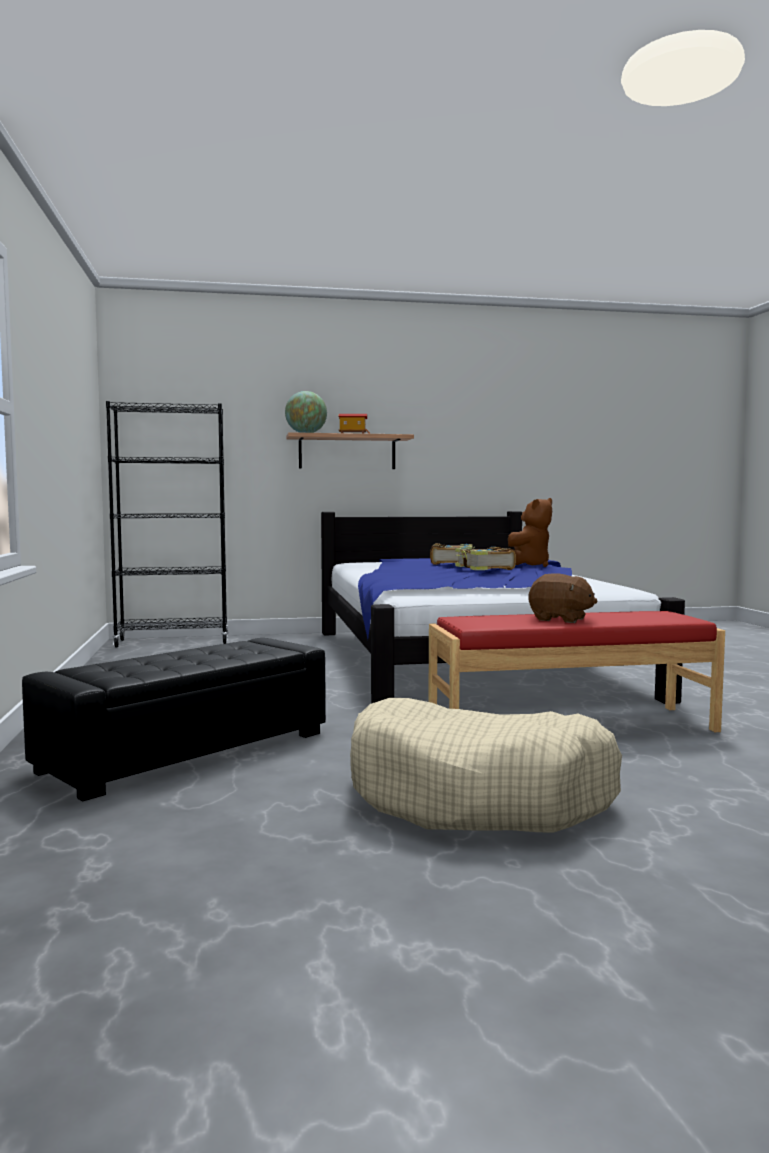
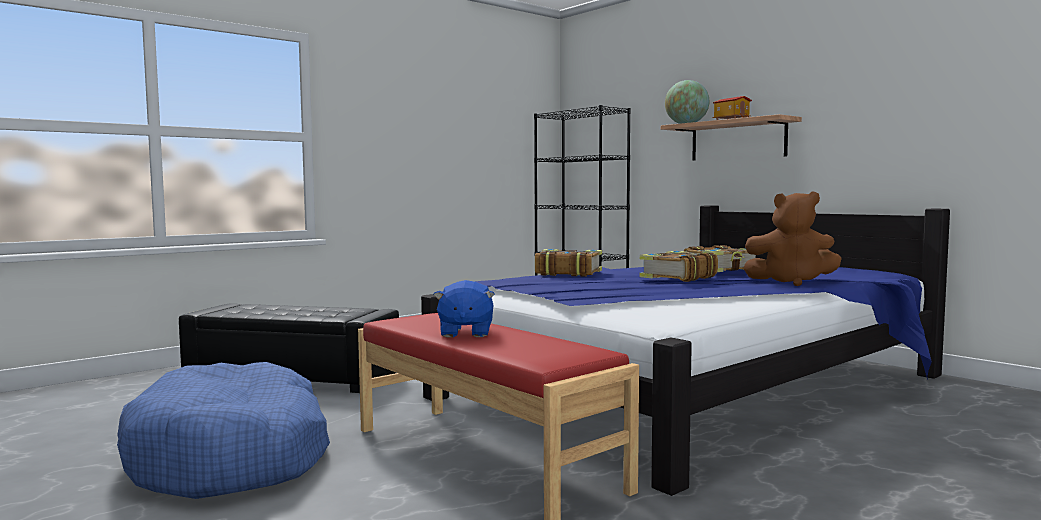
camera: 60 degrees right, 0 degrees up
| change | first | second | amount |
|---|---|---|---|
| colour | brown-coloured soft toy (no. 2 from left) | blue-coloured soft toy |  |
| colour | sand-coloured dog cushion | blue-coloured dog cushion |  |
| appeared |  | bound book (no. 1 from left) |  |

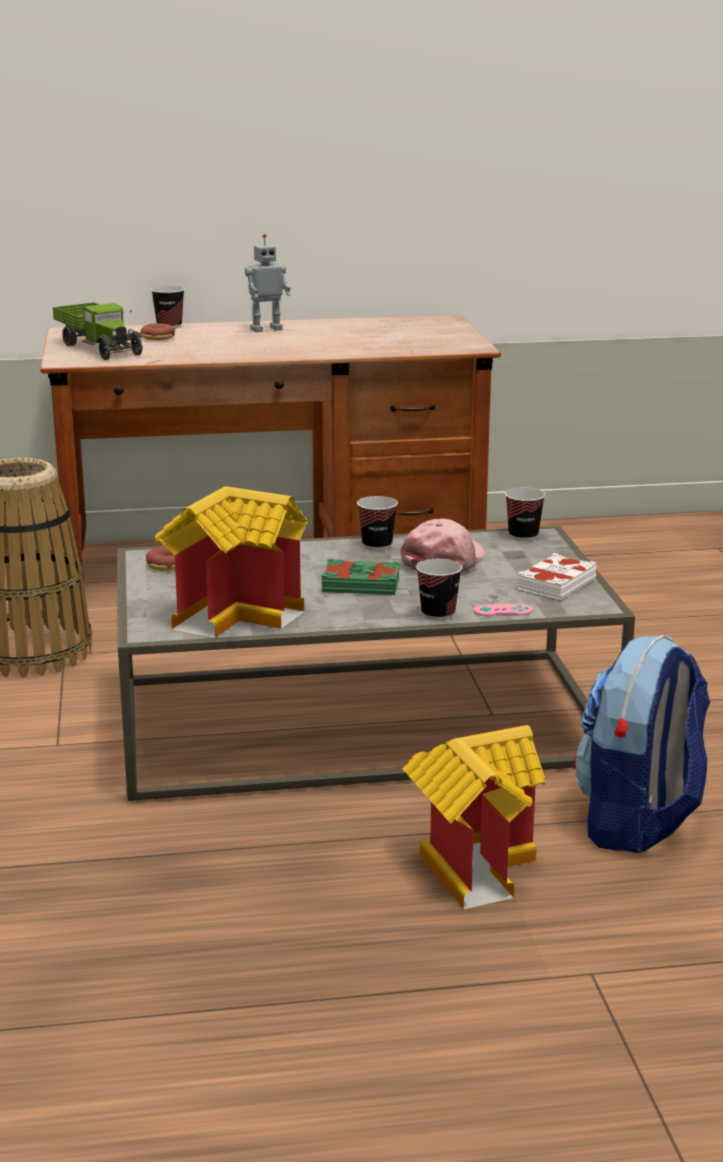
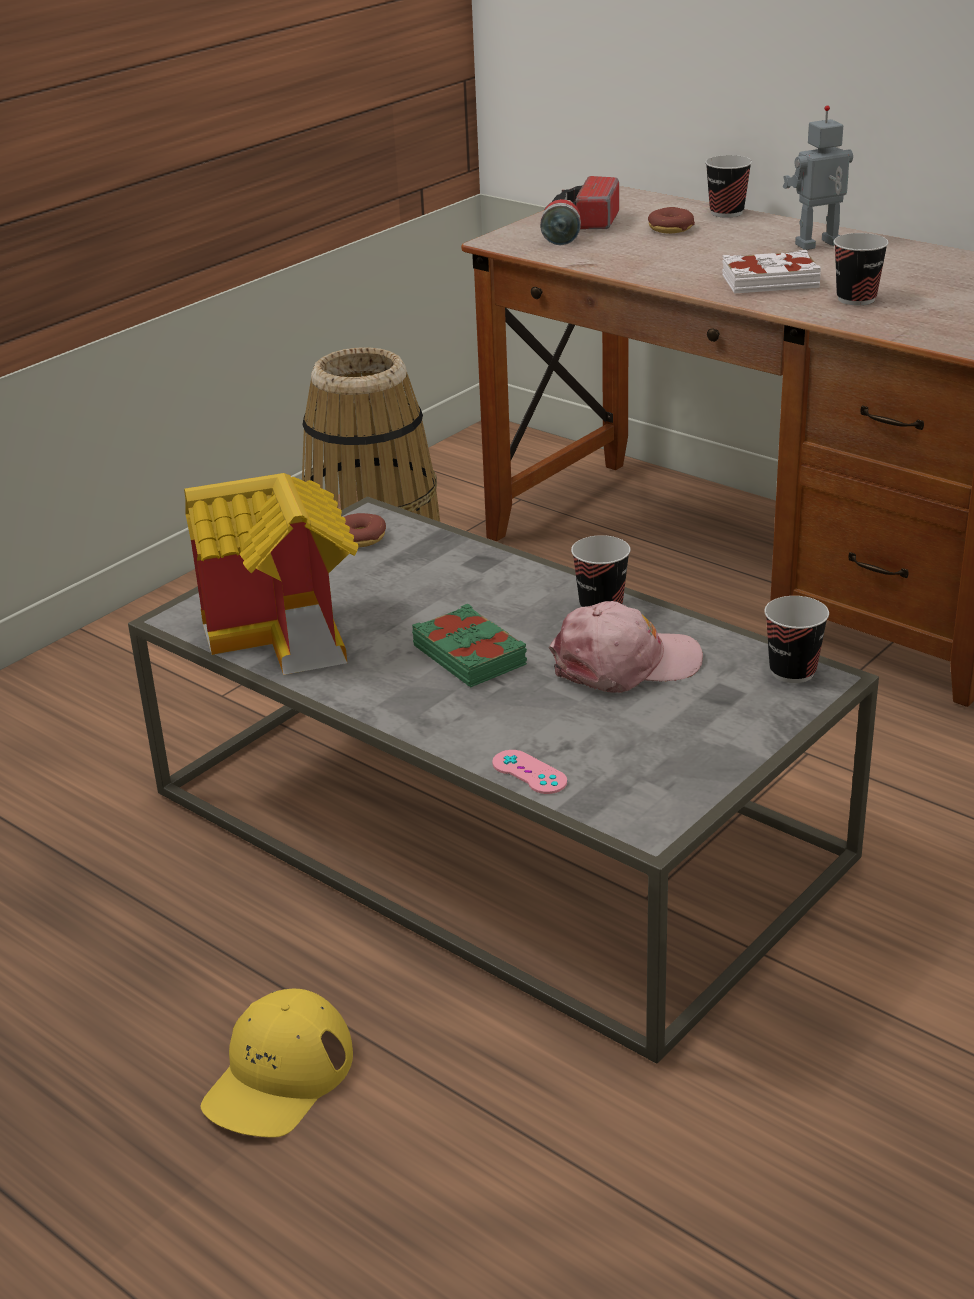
camera: 50 degrees right, 10 degrees up
| change | first | second | amount |
|---|---|---|---|
| spun | model robot |  | 135 degrees clockwise |
| exchanged | toy lorry | torch |  |
| relocated | white-coloured bound book |  |  |
| relocated | drinking cup (no. 3 from left in the first image) | drinking cup (no. 4 from left) |  |
| missing | knapsack |  |  |
| exchanged | toy house (no. 2 from left) | yellow-coloured peaked cap |  |

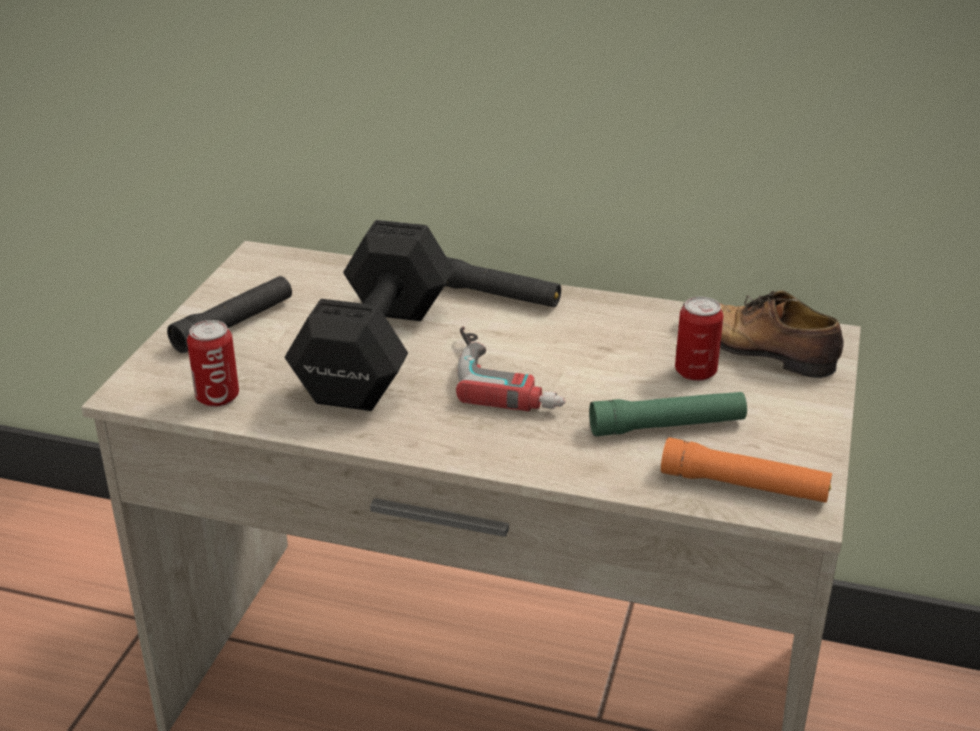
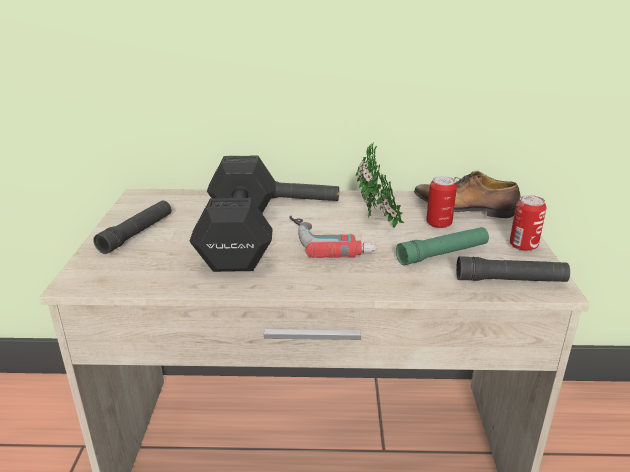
camera: 15 degrees left, 5 degrees down
| change | first | second | amount |
|---|---|---|---|
| relocated | metal can (no. 1 from left in the first image) | metal can (no. 2 from left) |  |
| colour | orange torch | black-coloured torch (no. 3 from left) |  |
| appeared |  | plant in a pot |  |

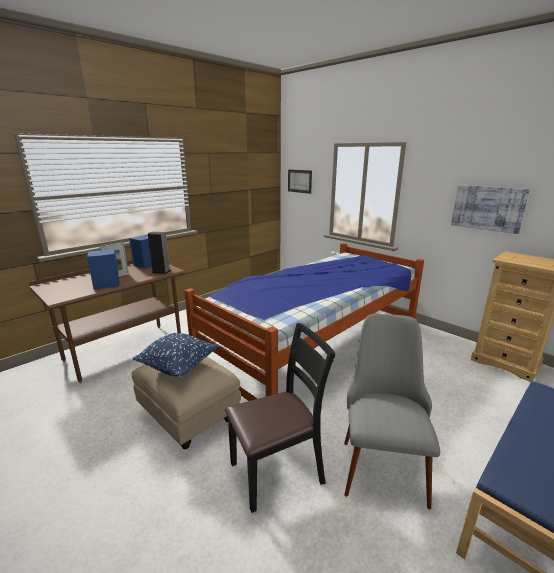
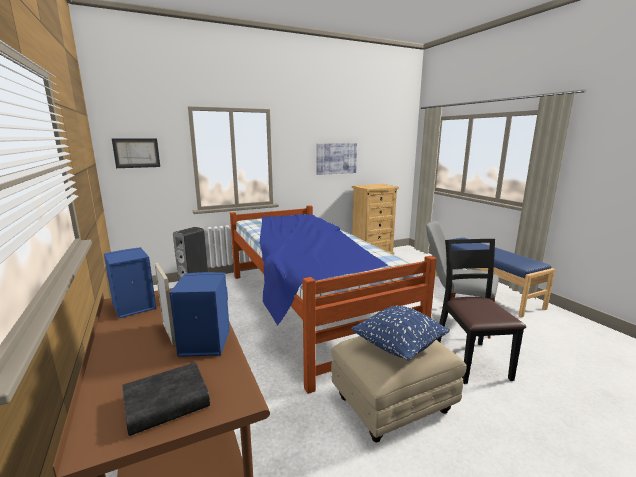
camera: 70 degrees left, 5 degrees down
| change | first | second | amount |
|---|---|---|---|
| appeared |  | black-coloured bound book |  |

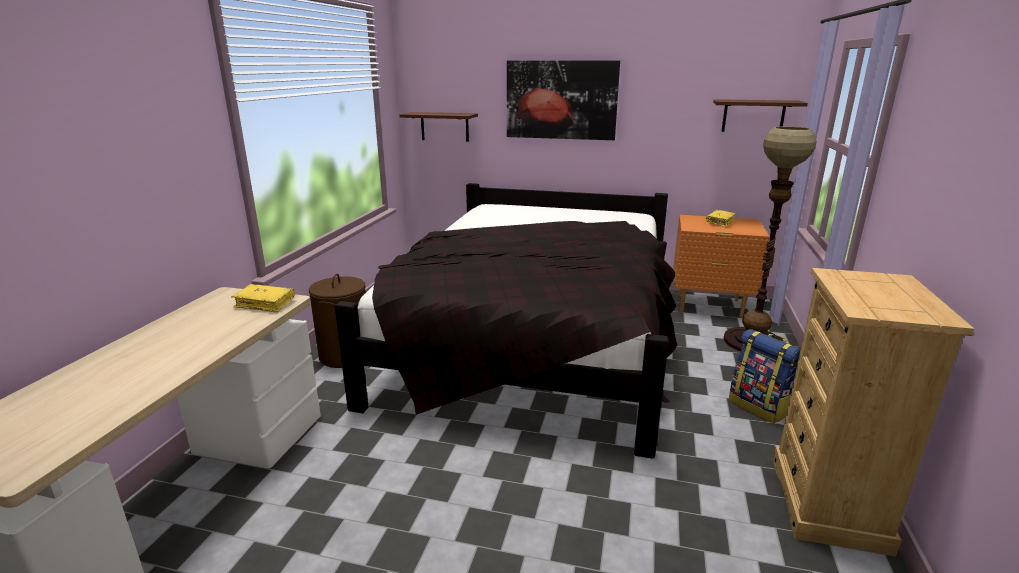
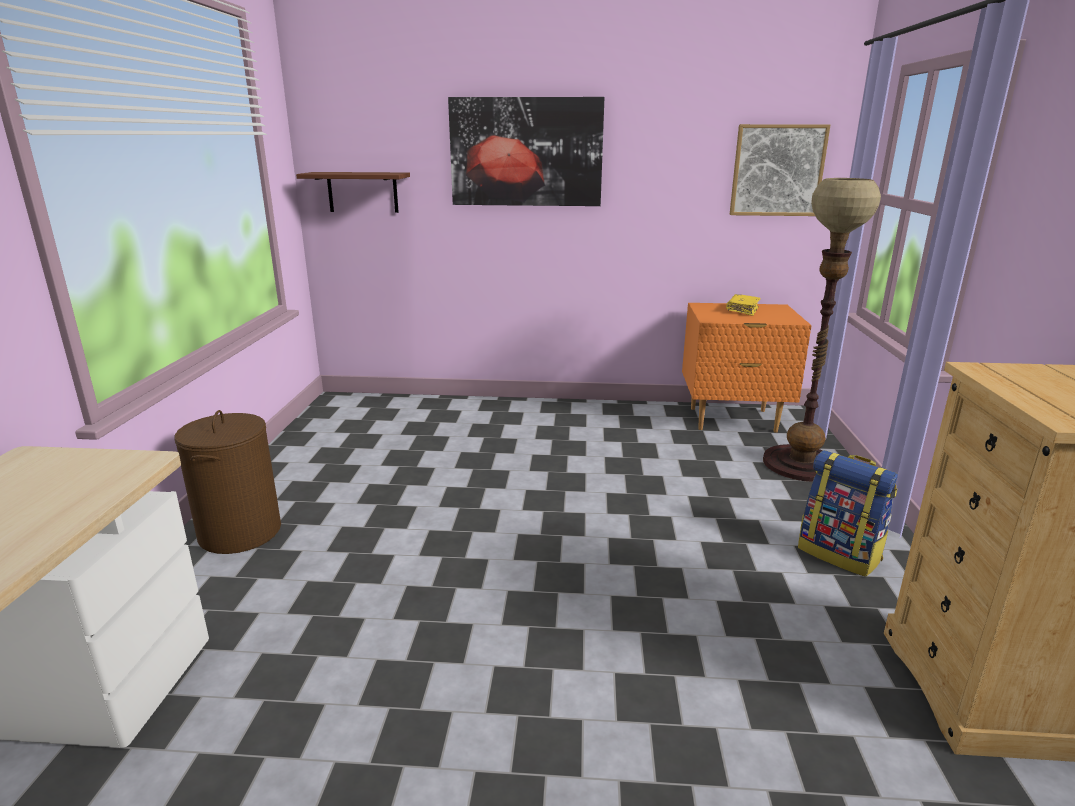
camera: 10 degrees left, 0 degrees up
| change | first | second | amount |
|---|---|---|---|
| exchanged | wall shelf (no. 2 from left) | picture (no. 2 from left) |  |
| missing | black-coloured bedroom bed |  |  |
| missing | yellow-coloured bound book (no. 1 from left) |  |  |

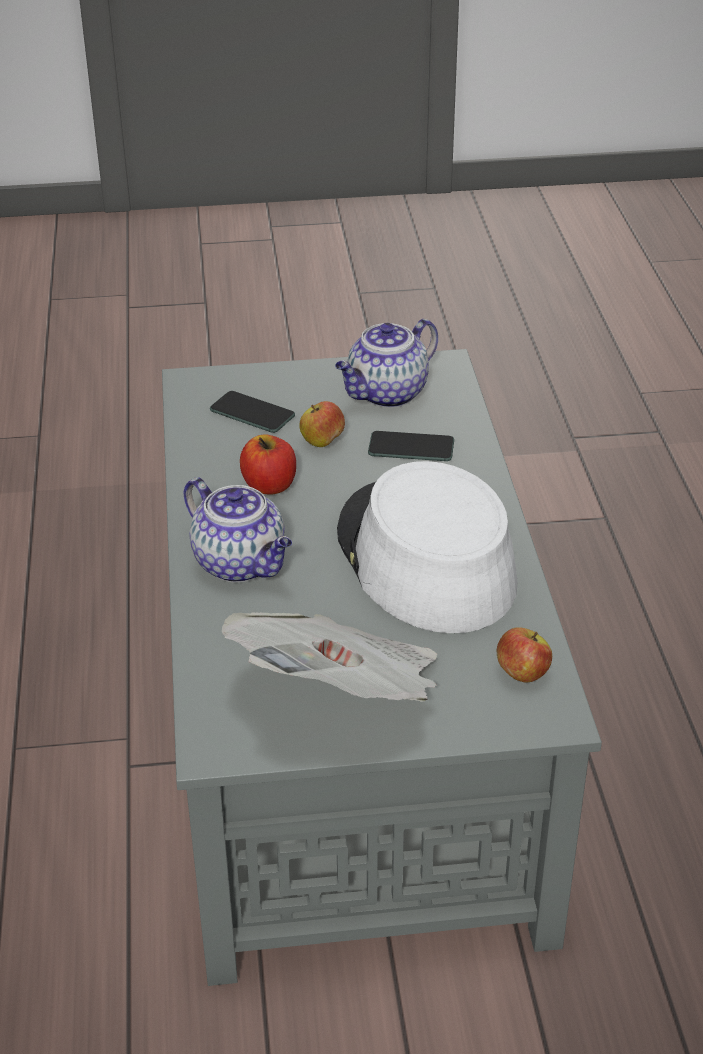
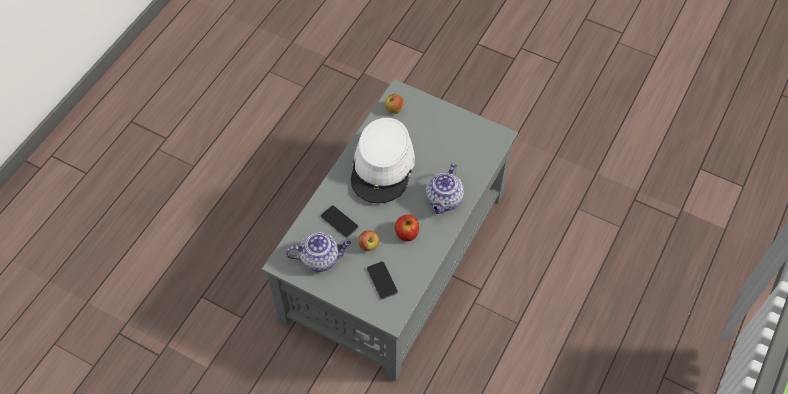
camera: 145 degrees left, 20 degrees up
| change | first | second | amount |
|---|---|---|---|
| spun | pot for tea (no. 1 from left in the first image) | pot for tea (no. 2 from left) | 150 degrees counterclockwise |
| missing | daily paper |  |  |

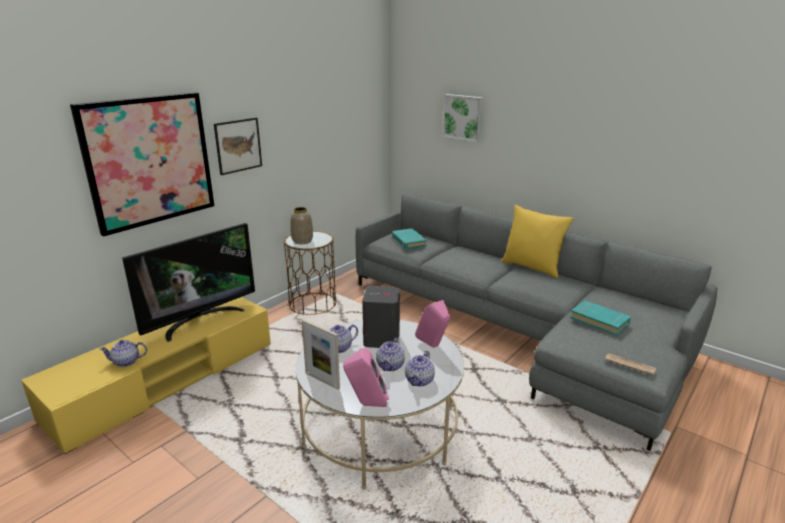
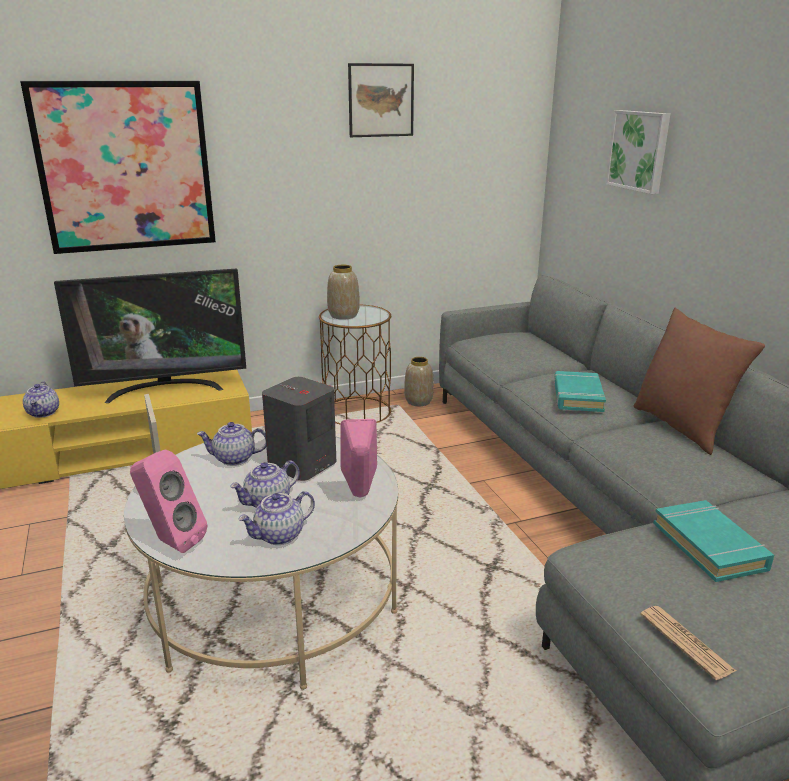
camera: 30 degrees right, 0 degrees up
| change | first | second | amount |
|---|---|---|---|
| relocated | picture (no. 2 from left) |  |  |
| colour | yellow-coloured cushion | brown-coloured cushion |  |
| relocated | turquoise bound book (no. 1 from left) |  |  |
| spun | pot for tea (no. 1 from left) |  | 120 degrees counterclockwise |
| appeared |  | vase (no. 2 from left) |  |

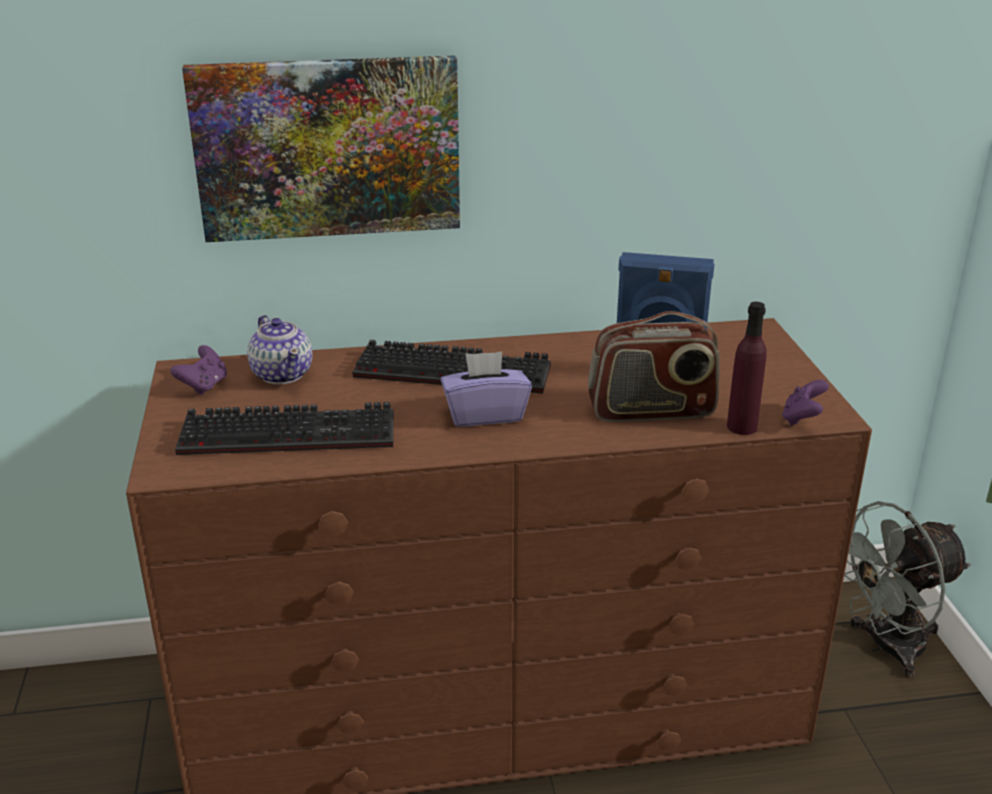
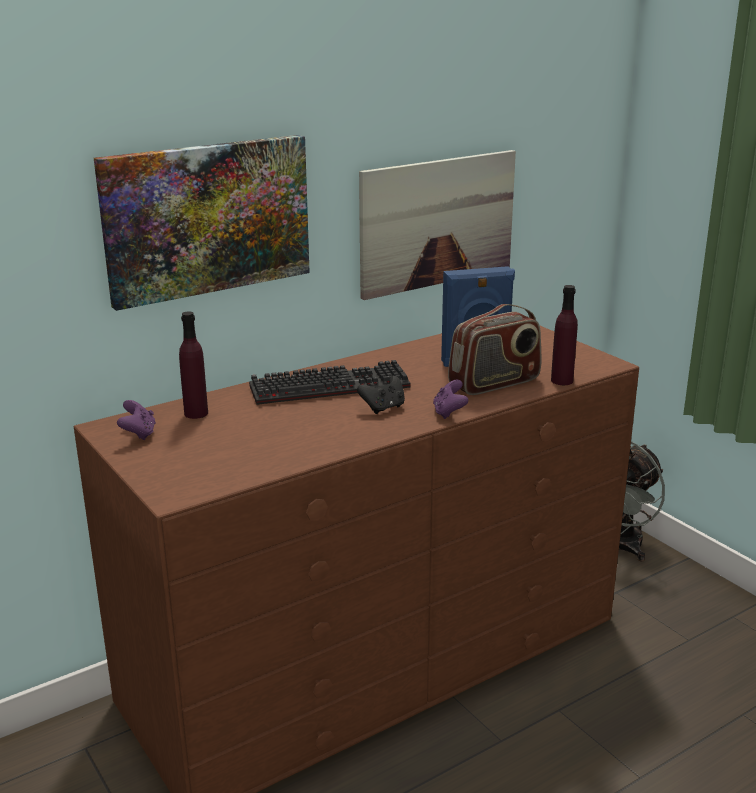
camera: 25 degrees left, 5 degrees down
| change | first | second | amount |
|---|---|---|---|
| exchanged | pot for tea | purple-coloured drink bottle (no. 1 from left) |  |
| exchanged | purple-coloured tissue box | black-coloured gamepad |  |
| relocated | purple-coloured gamepad (no. 2 from left) |  |  |
| missing | PC keyboard (no. 1 from left) |  |  |
| appeared |  | picture (no. 2 from left) |  |

